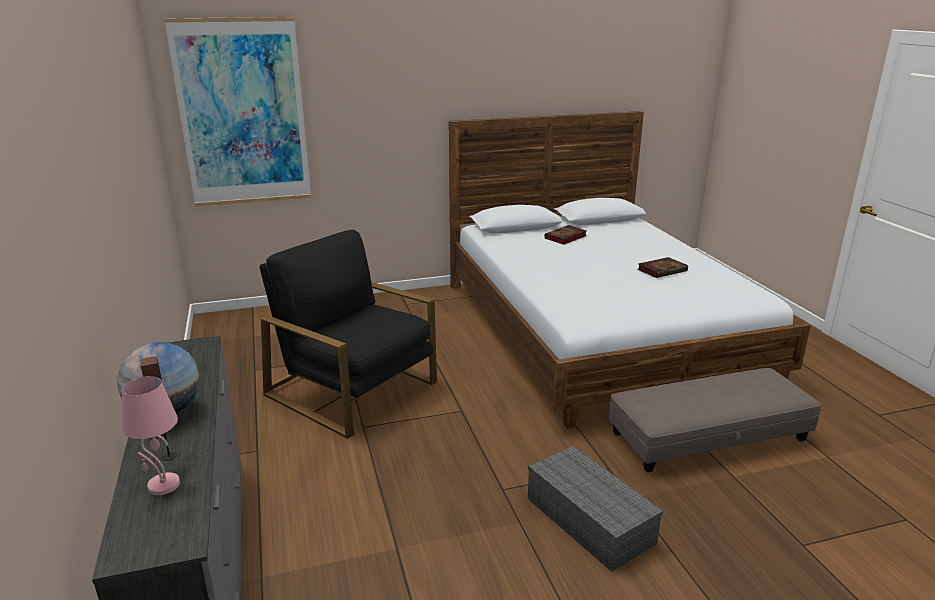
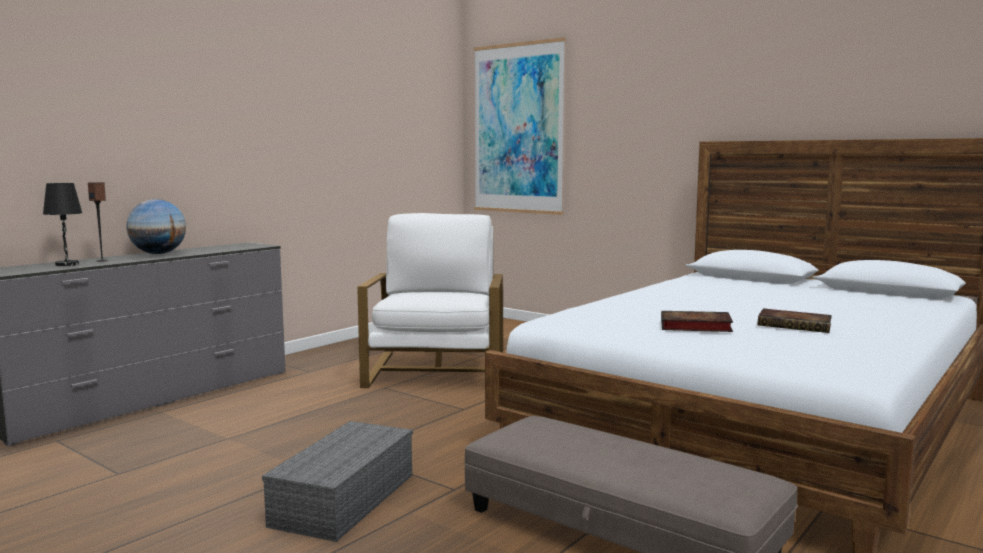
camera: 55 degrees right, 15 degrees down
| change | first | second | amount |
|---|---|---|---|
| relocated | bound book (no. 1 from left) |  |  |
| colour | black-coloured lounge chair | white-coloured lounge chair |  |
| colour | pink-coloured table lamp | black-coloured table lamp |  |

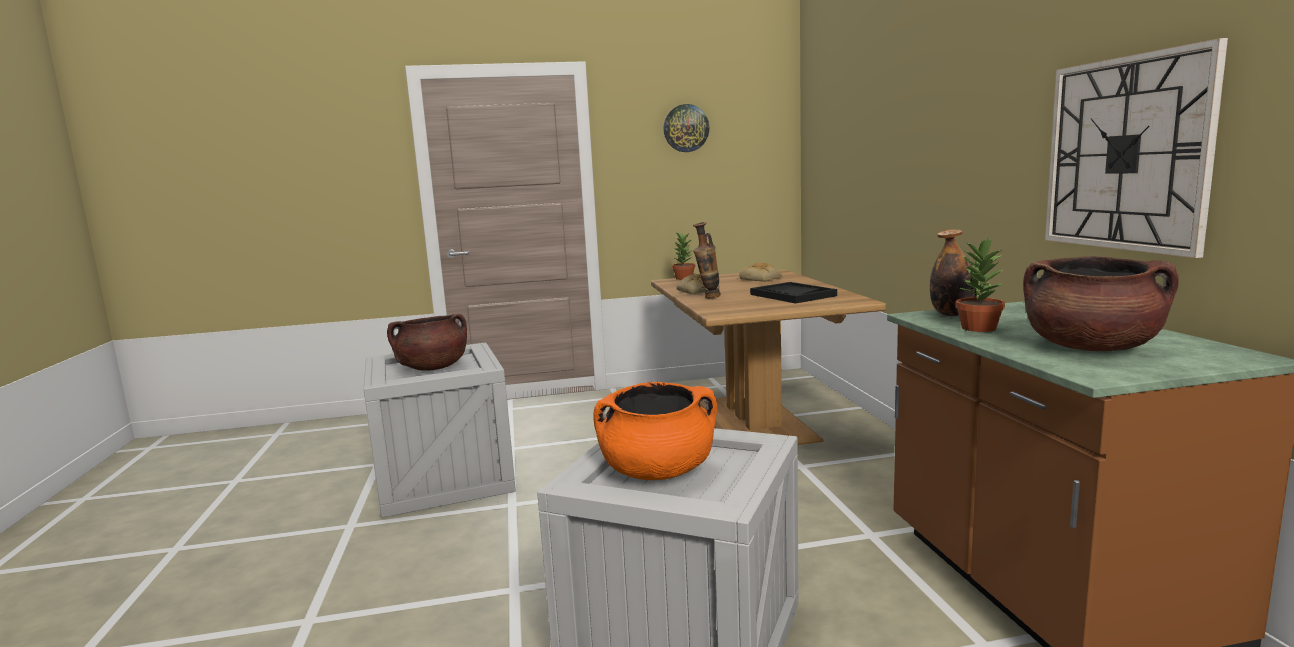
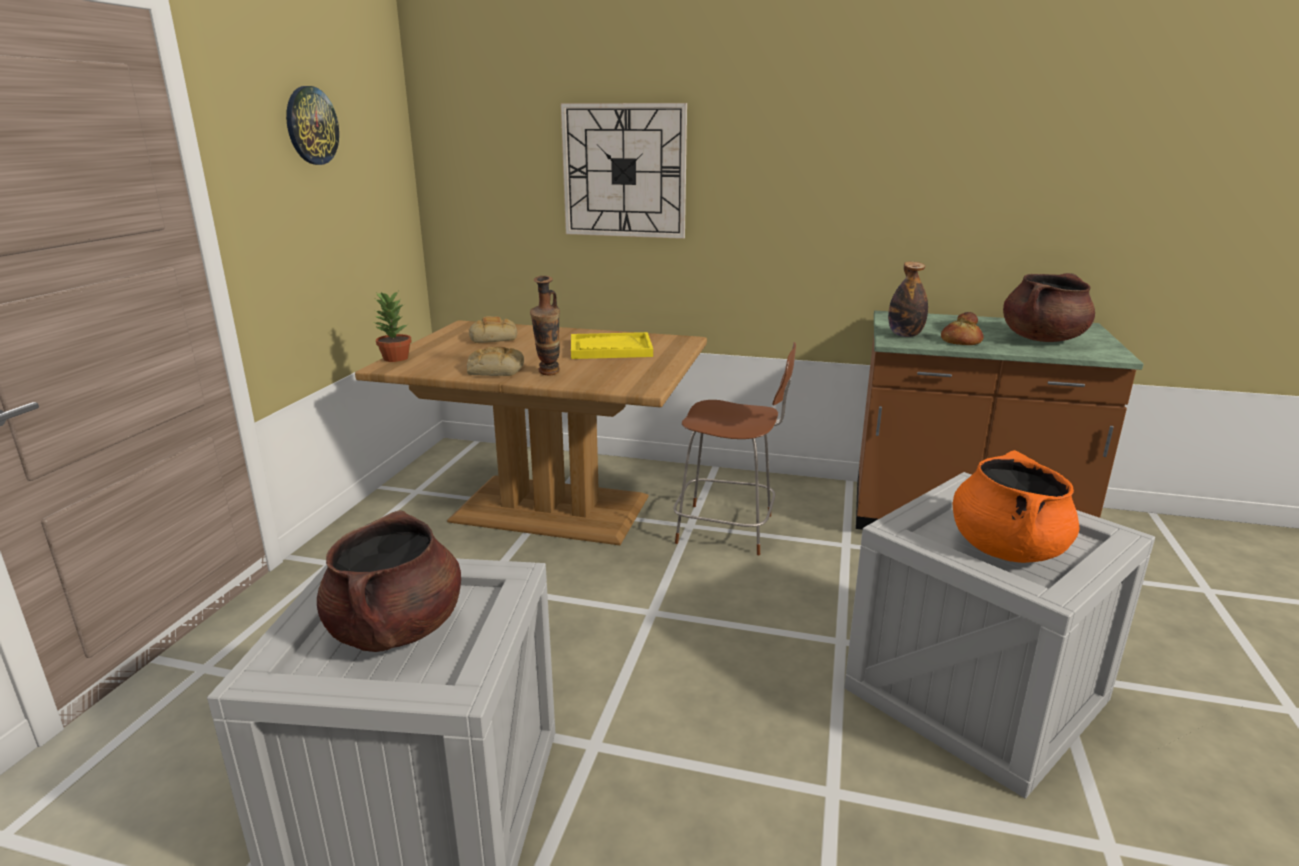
camera: 65 degrees left, 10 degrees up
| change | first | second | amount |
|---|---|---|---|
| relocated | wall clock (no. 2 from left) |  |  |
| exchanged | plant in a pot (no. 2 from left) | bread (no. 3 from left) |  |
| colour | black-coloured serving tray | yellow-coloured serving tray |  |
| appeared |  | brown-coloured sitting stool |  |

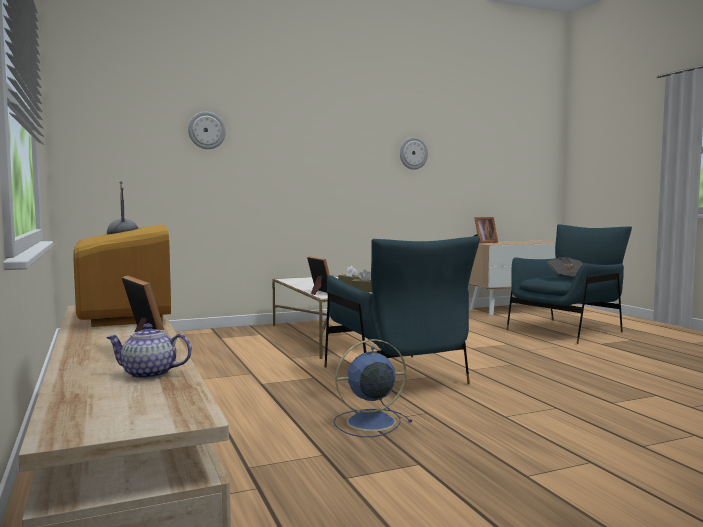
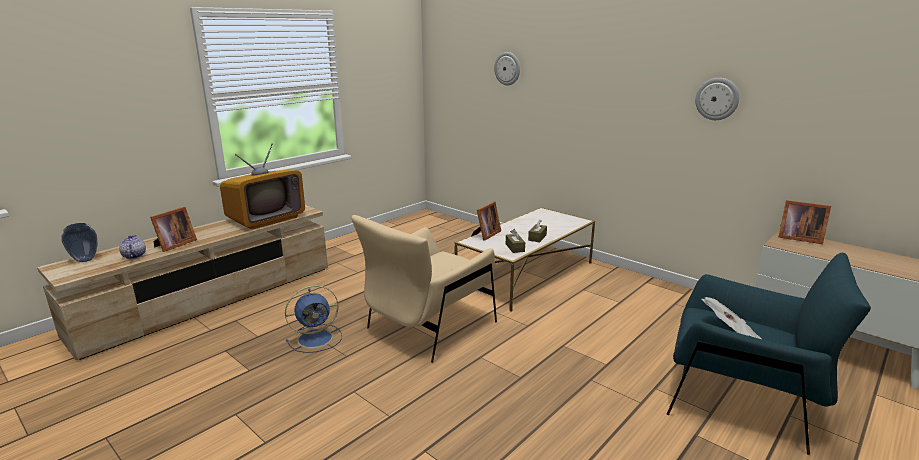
camera: 65 degrees right, 15 degrees up
| change | first | second | amount |
|---|---|---|---|
| colour | blue-coloured lounge chair (no. 1 from left) | sand-coloured lounge chair |  |
| spun | blue-coloured cooling fan |  | 105 degrees clockwise |
| appeared |  | vase |  |

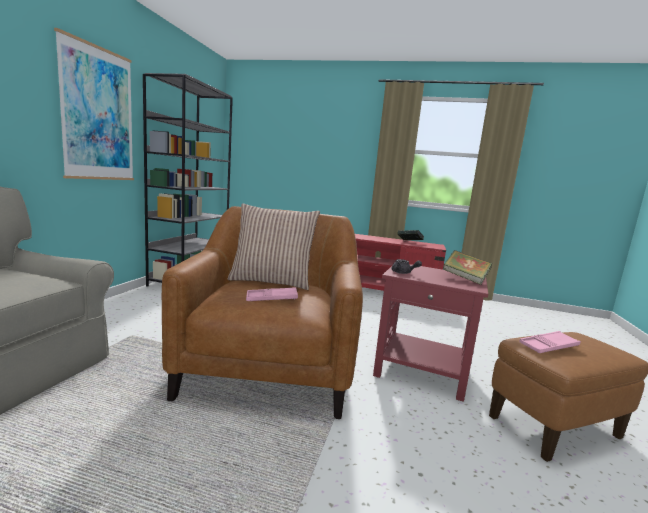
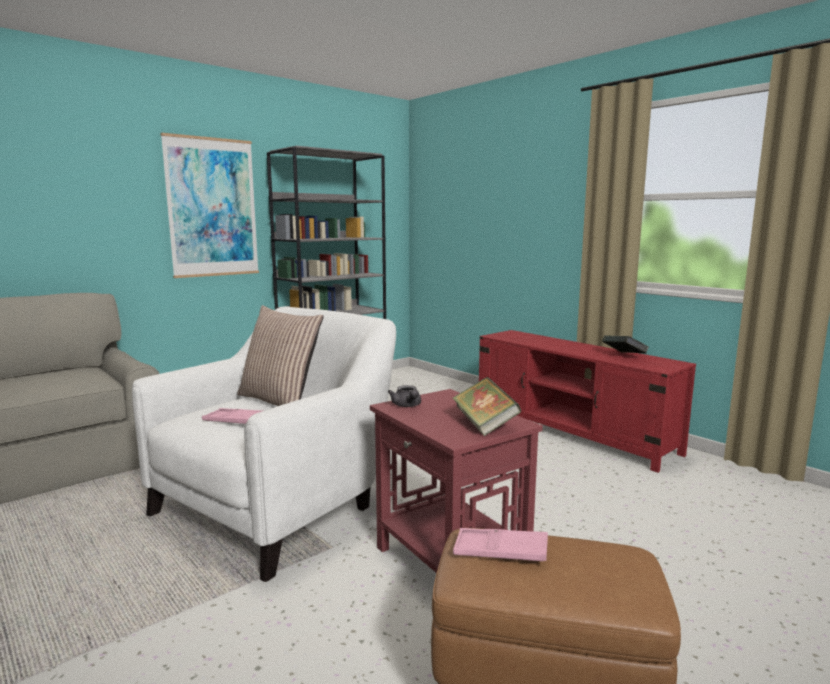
camera: 35 degrees right, 0 degrees up
| change | first | second | amount |
|---|---|---|---|
| colour | brown-coloured lounge chair | white-coloured lounge chair |  |

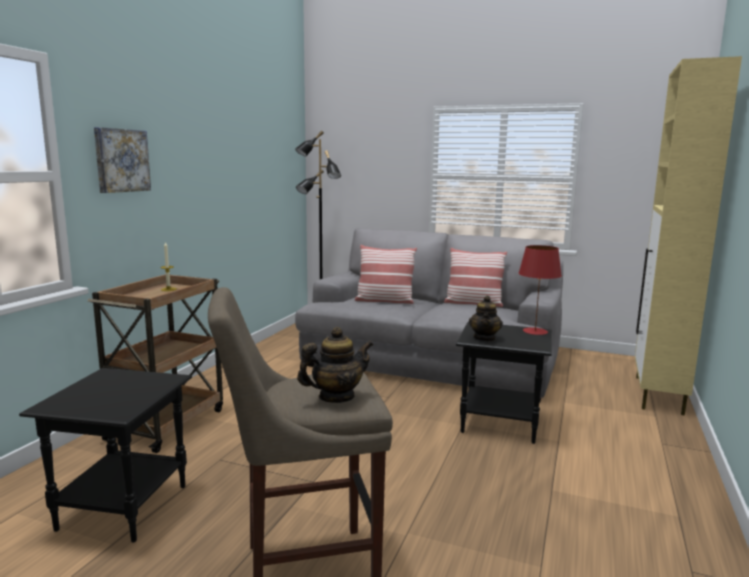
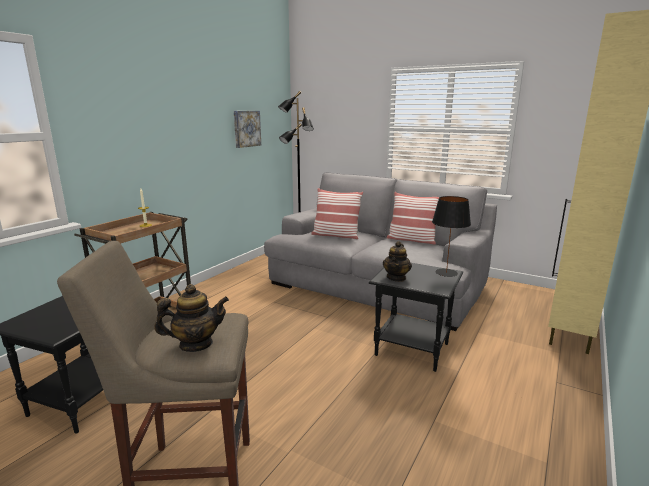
camera: 10 degrees right, 5 degrees up
| change | first | second | amount |
|---|---|---|---|
| relocated | picture |  |  |
| colour | reddish table lamp | black-coloured table lamp |  |

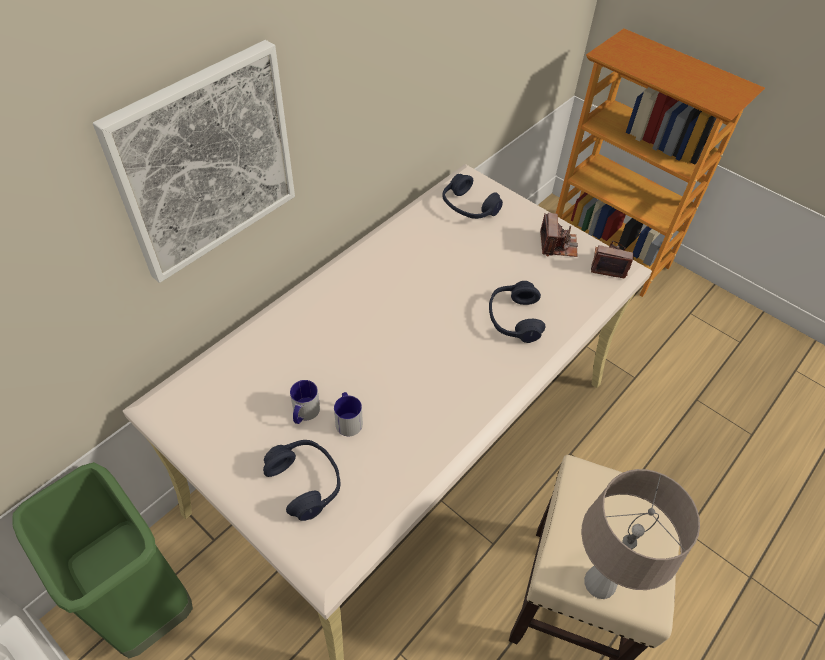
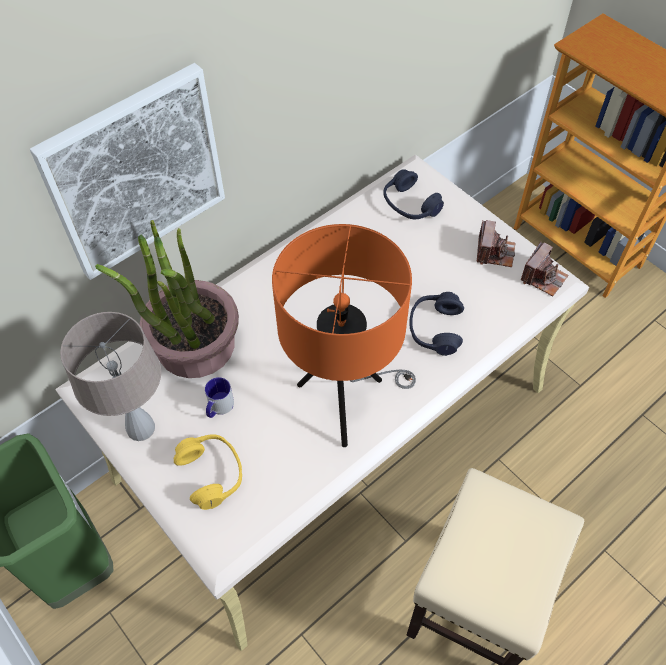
camera: 10 degrees right, 5 degrees up
| change | first | second | amount |
|---|---|---|---|
| spun | photo camera (no. 2 from left) |  | 105 degrees clockwise |
| missing | tea mug (no. 2 from left) |  |  |
| colour | blue-coloured headset (no. 1 from left) | yellow-coloured headset |  |
| relocated | sand-coloured table lamp |  |  |
| appeared |  | plant in a pot |  |
| appeared |  | orange table lamp |  |

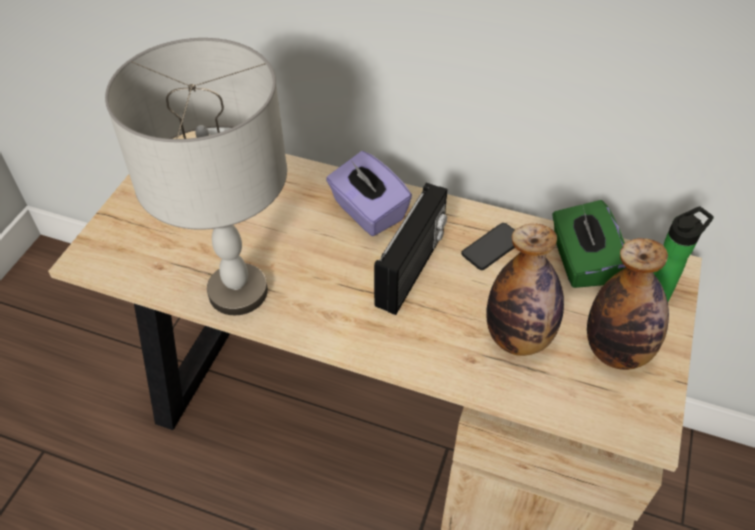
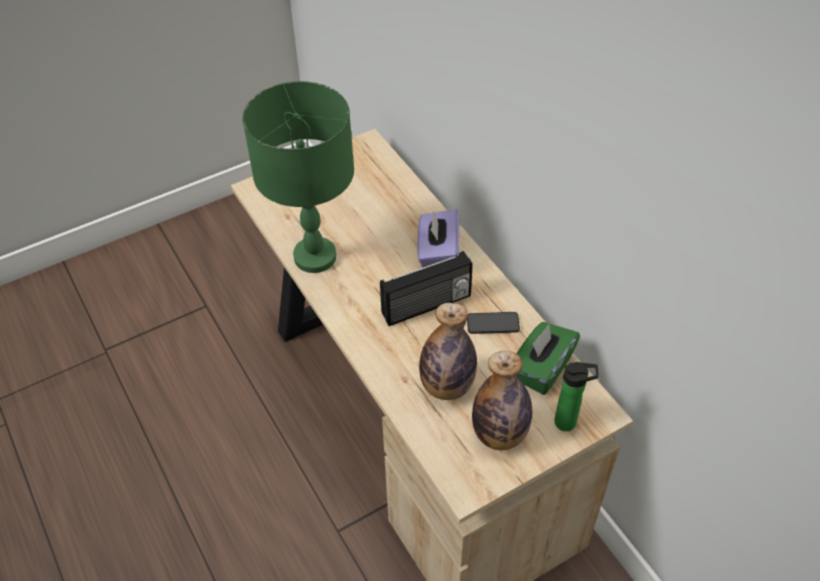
camera: 40 degrees right, 0 degrees up
| change | first | second | amount |
|---|---|---|---|
| colour | gray table lamp | green-coloured table lamp |  |

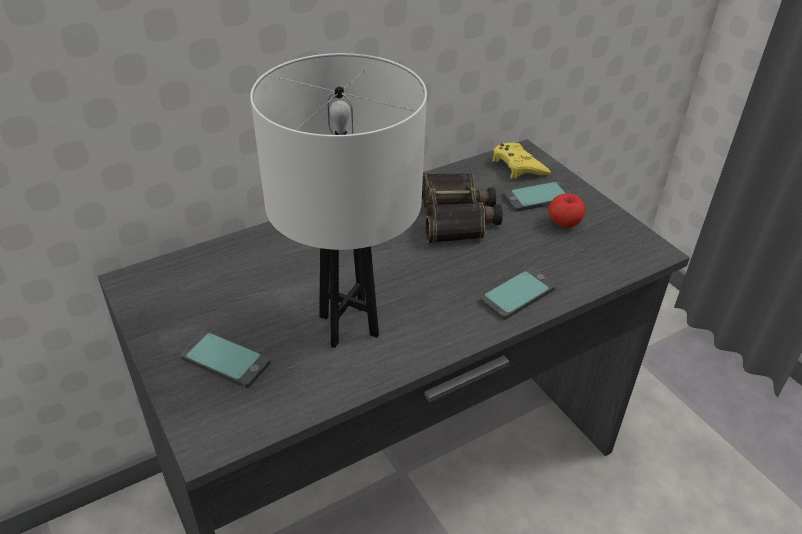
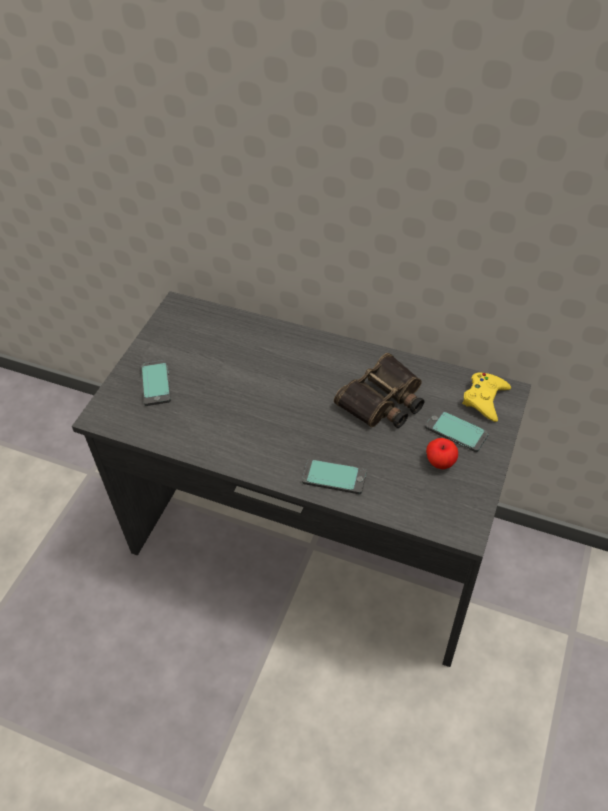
camera: 55 degrees right, 10 degrees up
| change | first | second | amount |
|---|---|---|---|
| missing | white-coloured table lamp |  |  |

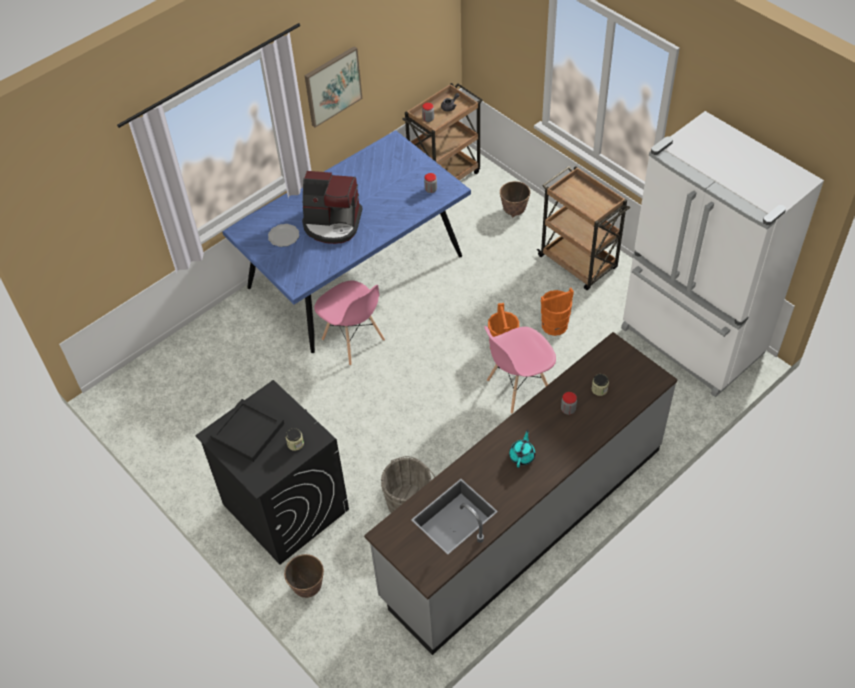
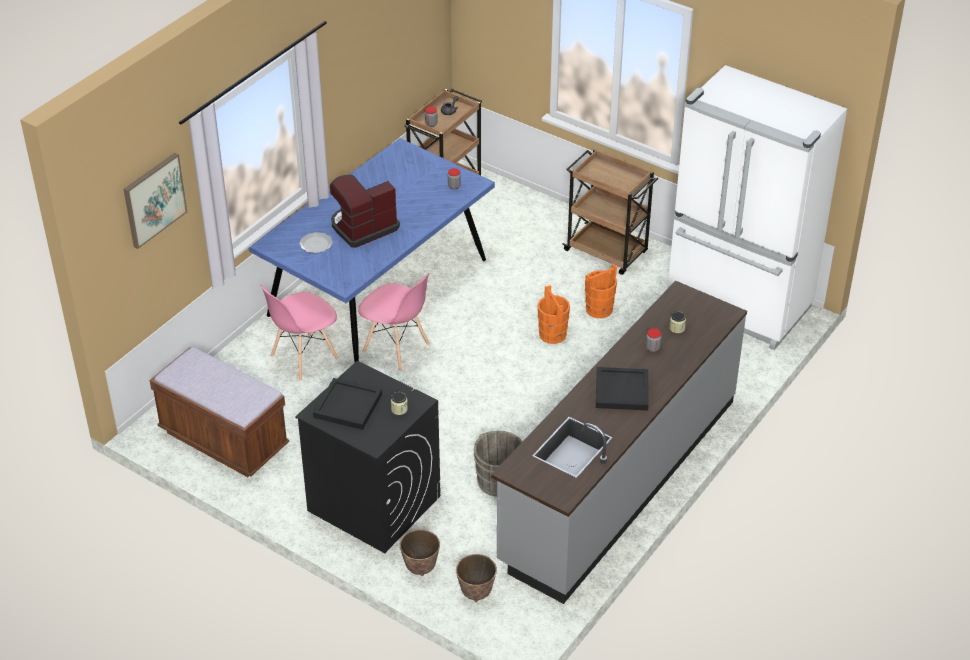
camera: 15 degrees left, 10 degrees down
| change | first | second | amount |
|---|---|---|---|
| relocated | picture |  |  |
| spun | coffee machine |  | 150 degrees clockwise |
| relocated | plant pot (no. 2 from left) |  |  |
| relocated | pink-coloured plain chair (no. 2 from left in the first image) | pink-coloured plain chair (no. 1 from left) |  |
| exchanged | turquoise pot for tea | black-coloured serving tray (no. 2 from left) |  |
| appeared |  | brown-coloured long seat |  |

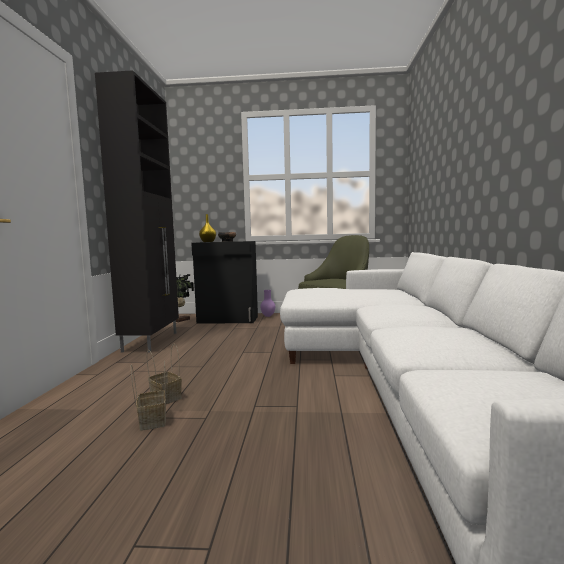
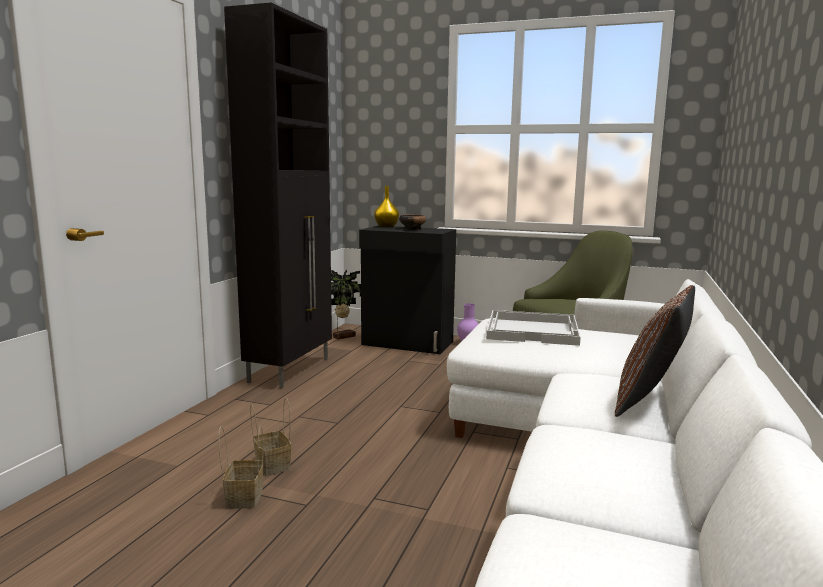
camera: 15 degrees right, 5 degrees up
| change | first | second | amount |
|---|---|---|---|
| appeared |  | brown-coloured cushion |  |
| appeared |  | white-coloured serving tray |  |

